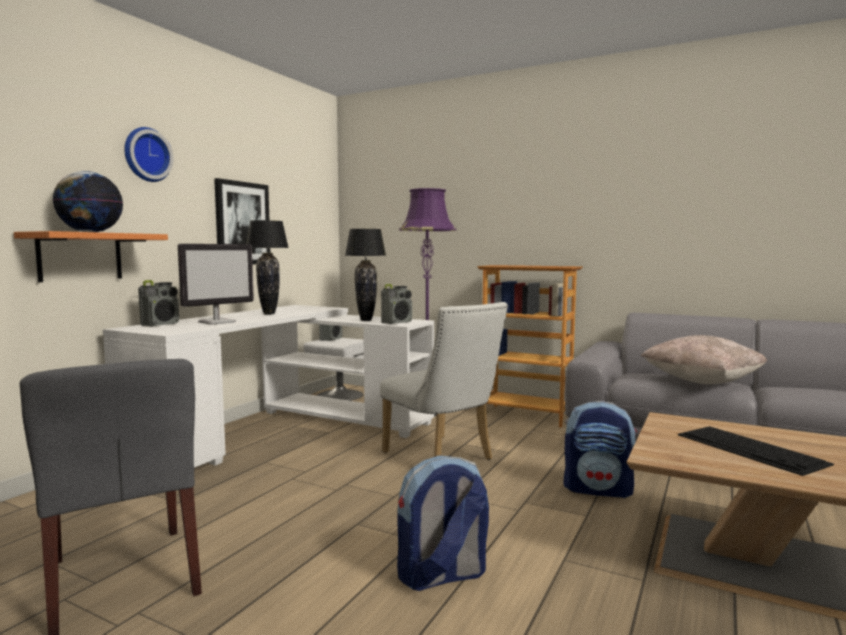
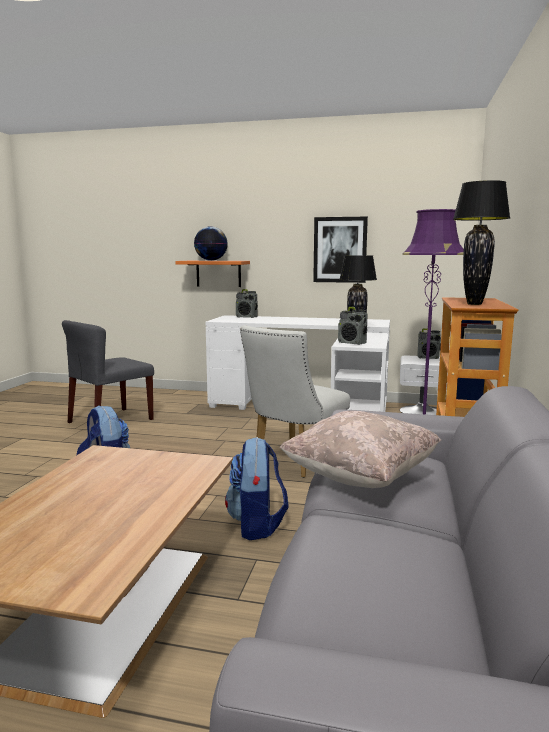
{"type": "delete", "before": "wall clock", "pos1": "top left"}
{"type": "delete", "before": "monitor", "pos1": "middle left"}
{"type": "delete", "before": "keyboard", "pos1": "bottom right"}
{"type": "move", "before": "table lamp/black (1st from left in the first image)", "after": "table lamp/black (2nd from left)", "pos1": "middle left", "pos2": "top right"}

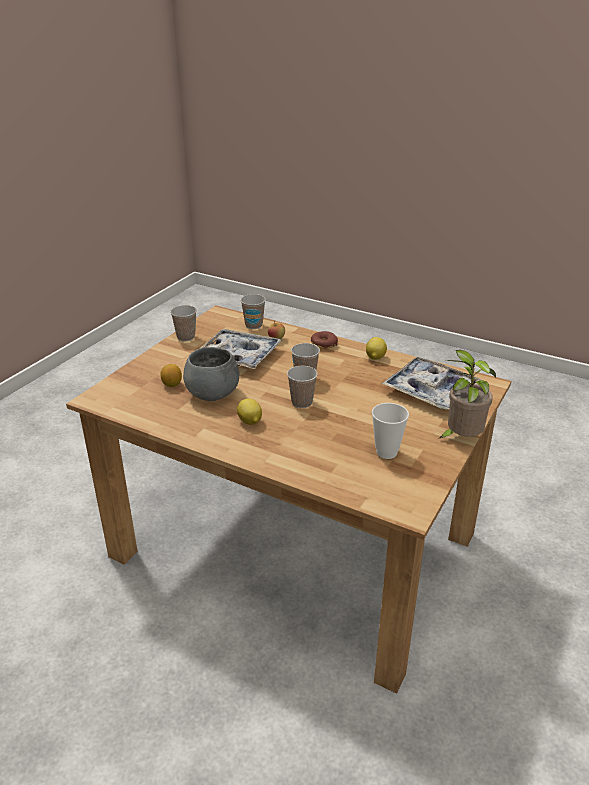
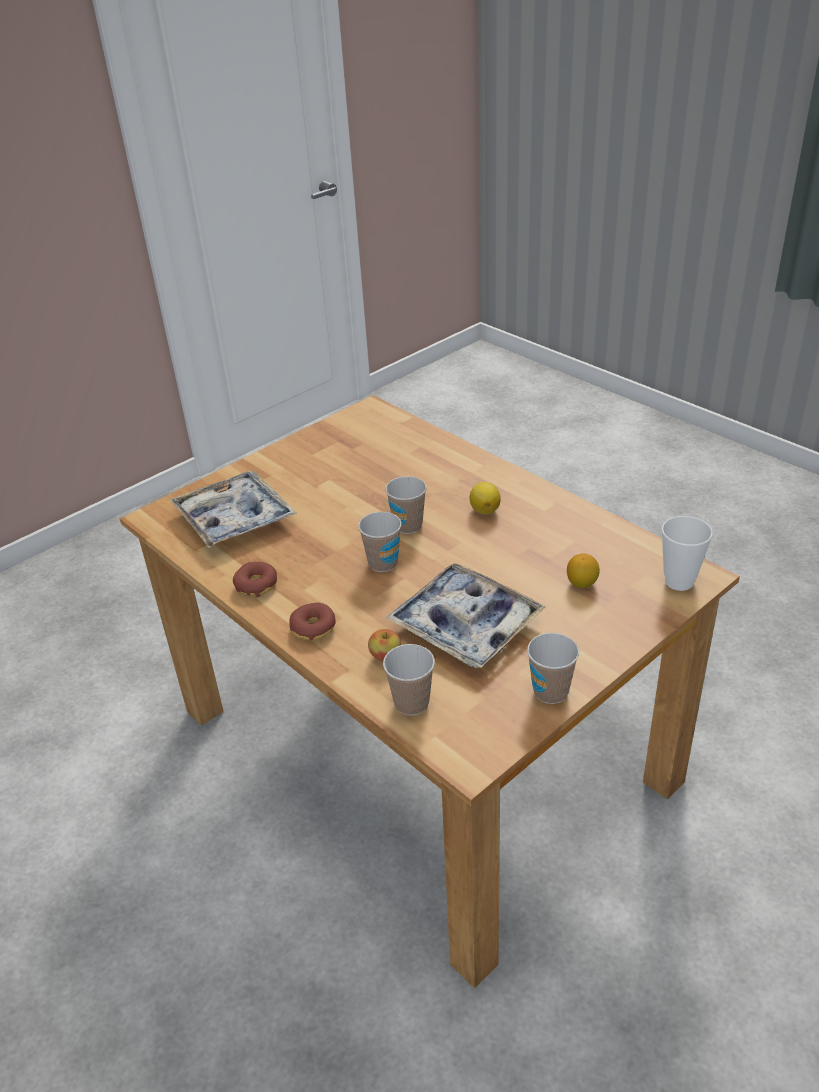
{"type": "delete", "before": "bowl/grey", "pos1": "centre"}
{"type": "delete", "before": "potted plant", "pos1": "middle right"}
{"type": "move", "before": "cup (5th from left)", "pos1": "centre", "pos2": "middle right"}
{"type": "replace", "before": "lemon (3rd from left)", "after": "donut (1st from left)", "pos1": "centre", "pos2": "middle left"}

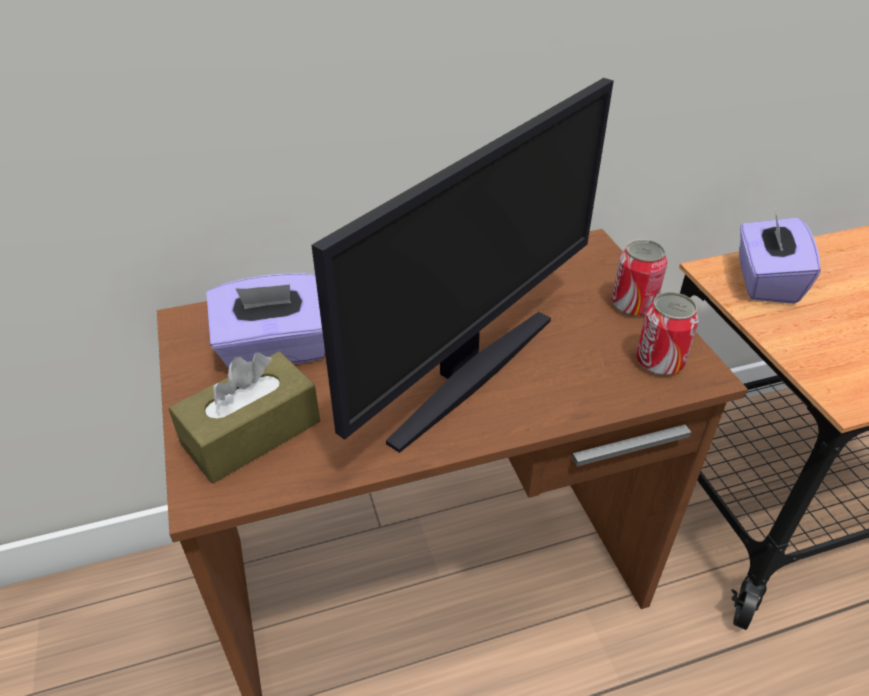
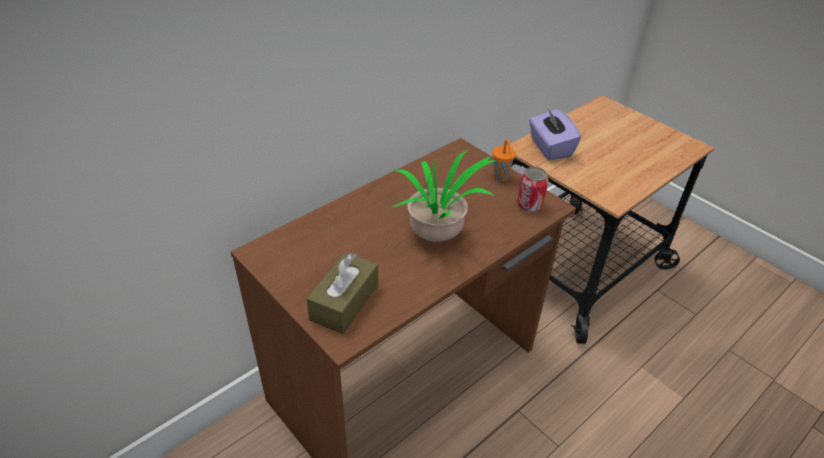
{"type": "delete", "before": "tissue box/purple (1st from left)", "pos1": "middle left"}
{"type": "replace", "before": "monitor", "after": "potted plant", "pos1": "centre", "pos2": "centre"}
{"type": "replace", "before": "can (1st from left)", "after": "cup/orange", "pos1": "middle right", "pos2": "centre"}

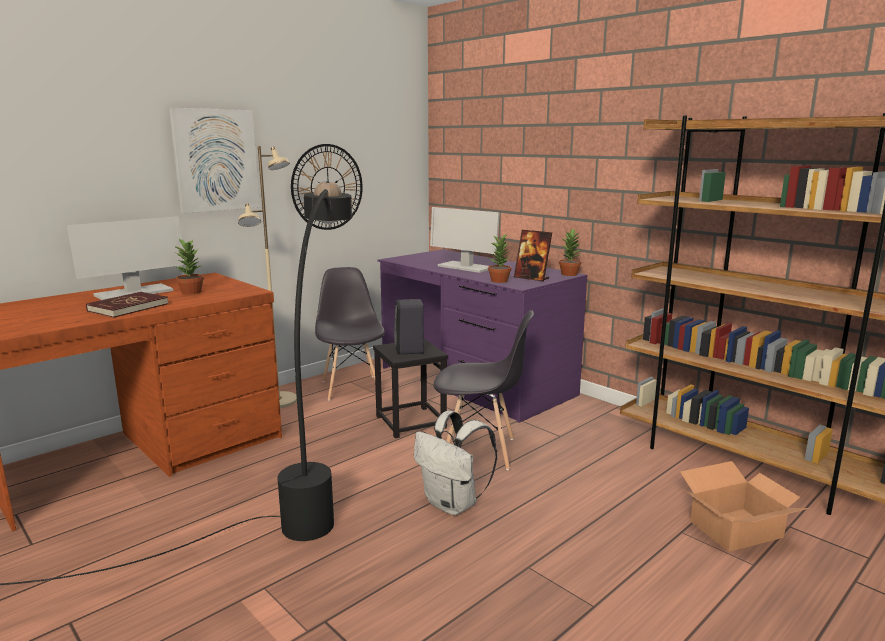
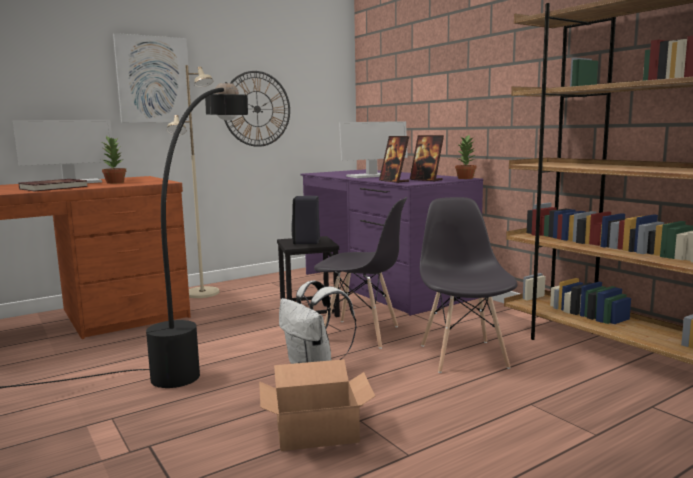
{"type": "move", "before": "chair/grey (1st from left in the first image)", "after": "chair/grey (2nd from left)", "pos1": "centre", "pos2": "middle right"}
{"type": "move", "before": "cardboard box", "pos1": "bottom right", "pos2": "bottom centre"}
{"type": "replace", "before": "potted plant (2nd from left)", "after": "picture frame (1st from left)", "pos1": "centre", "pos2": "top centre"}
{"type": "rotate", "before": "monitor (2nd from left)", "pos1": "centre", "pos2": "top centre", "turn": -75}

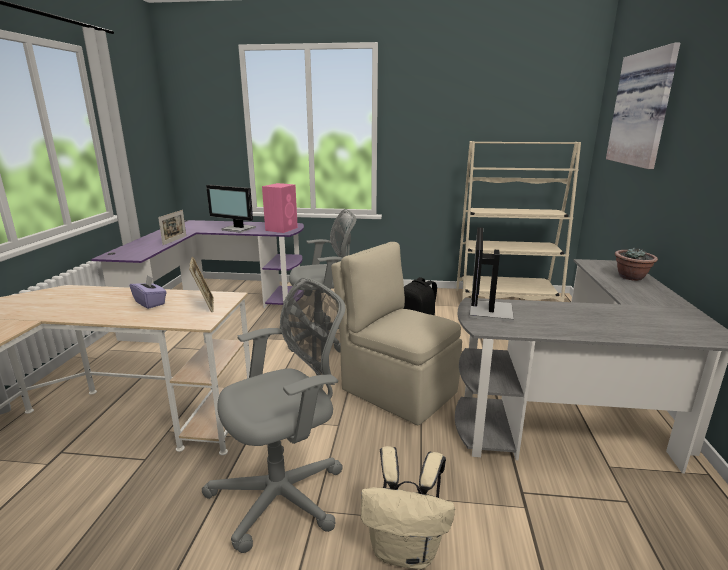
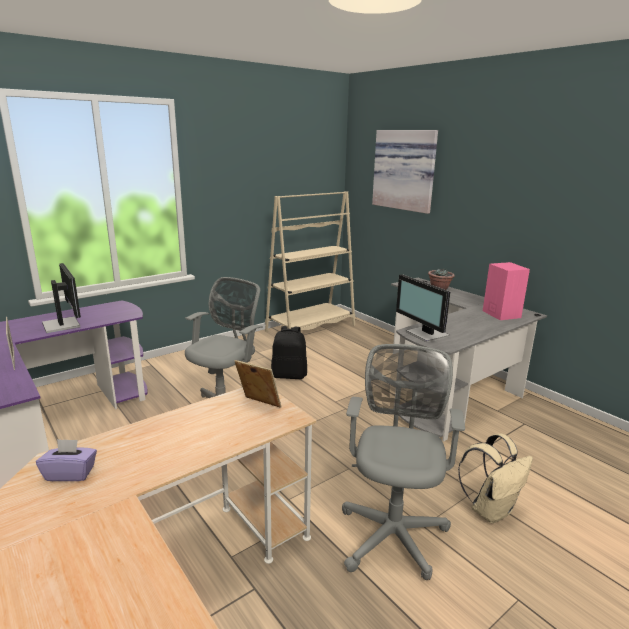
{"type": "delete", "before": "chair/beige", "pos1": "centre"}
{"type": "move", "before": "tissue box/purple", "pos1": "middle left", "pos2": "bottom left"}
{"type": "move", "before": "speaker/pink", "pos1": "centre", "pos2": "middle right"}
{"type": "rotate", "before": "monitor (1st from left)", "pos1": "middle left", "pos2": "middle left", "turn": -105}

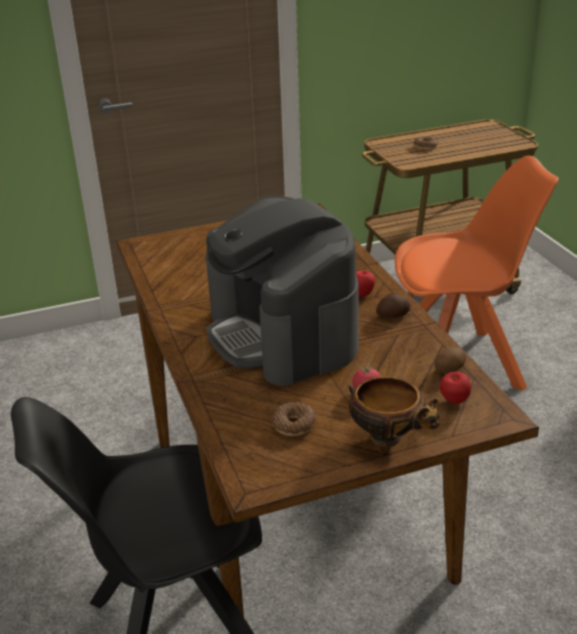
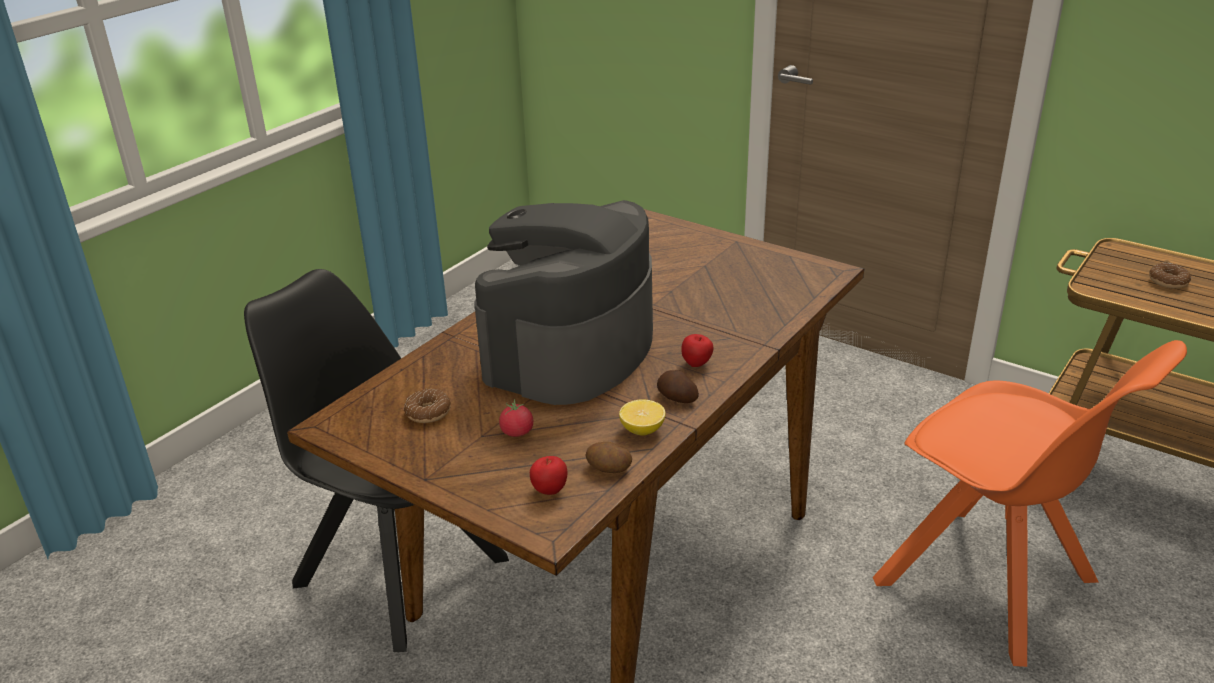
{"type": "delete", "before": "bowl", "pos1": "middle right"}
{"type": "insert", "after": "lemon", "pos2": "centre"}

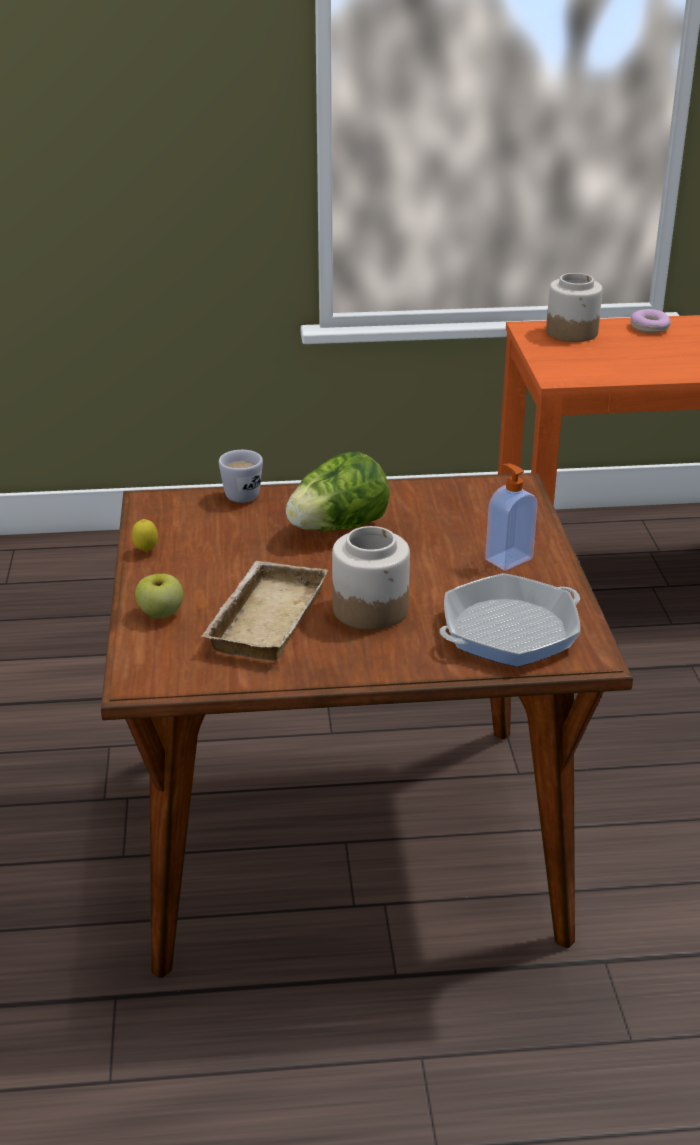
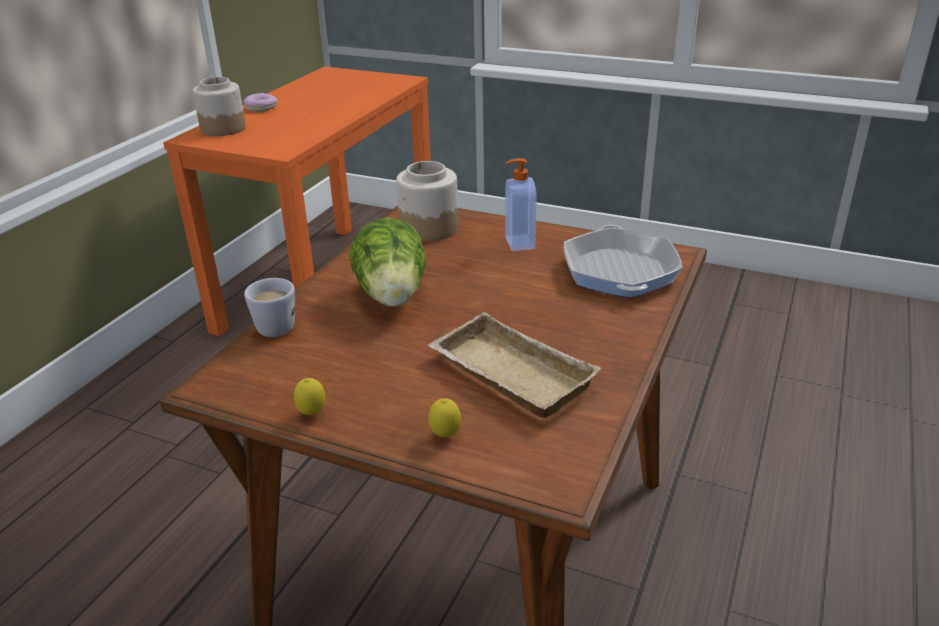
{"type": "move", "before": "jar (1st from left in the first image)", "after": "jar (2nd from left)", "pos1": "centre", "pos2": "top centre"}
{"type": "replace", "before": "apple", "after": "lemon (2nd from left)", "pos1": "middle left", "pos2": "centre"}

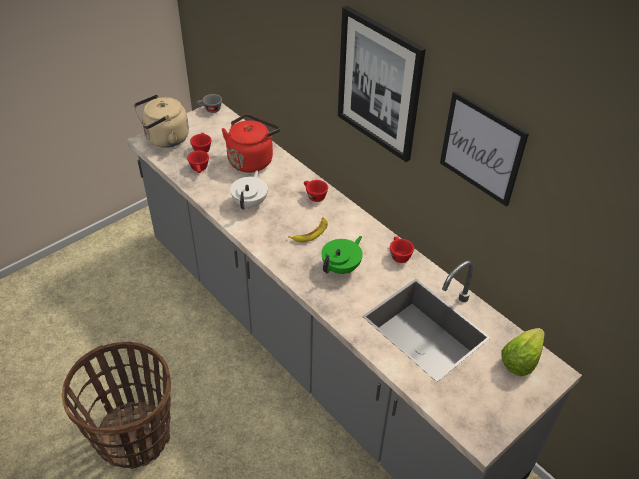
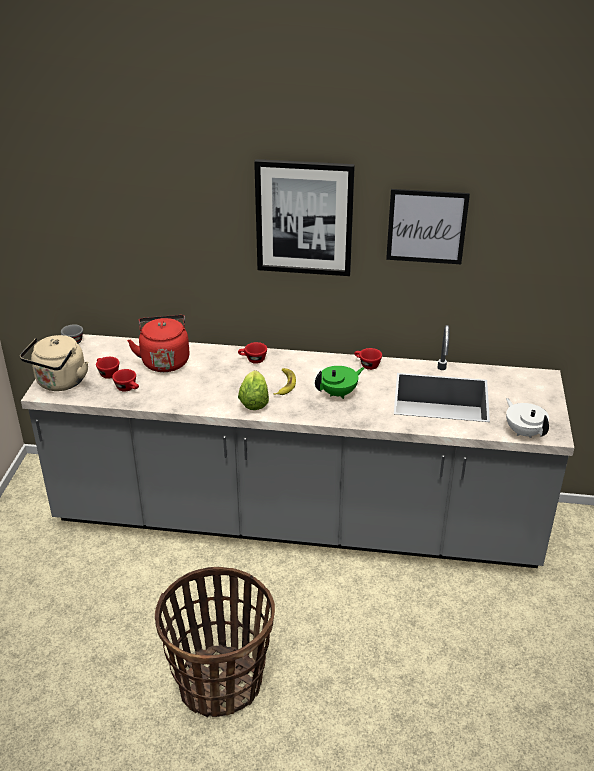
{"type": "move", "before": "teapot/white", "pos1": "centre", "pos2": "middle right"}
{"type": "move", "before": "lettuce", "pos1": "bottom right", "pos2": "centre"}
{"type": "rotate", "before": "teapot/green", "pos1": "centre", "pos2": "centre", "turn": 60}

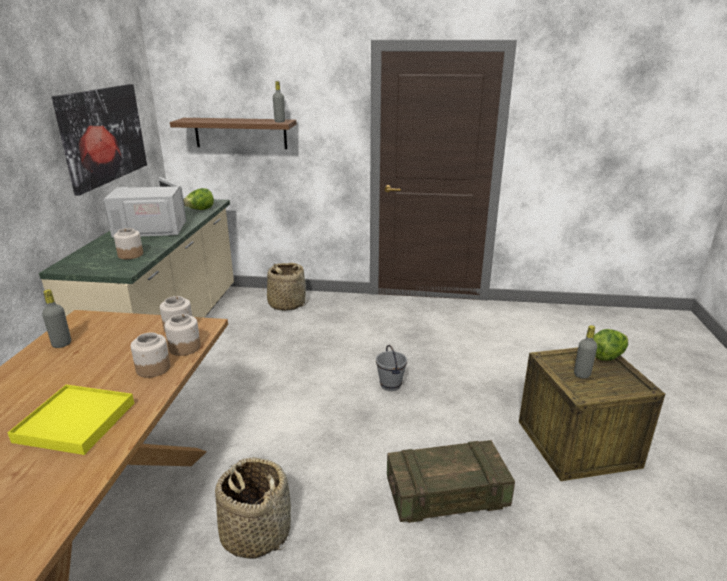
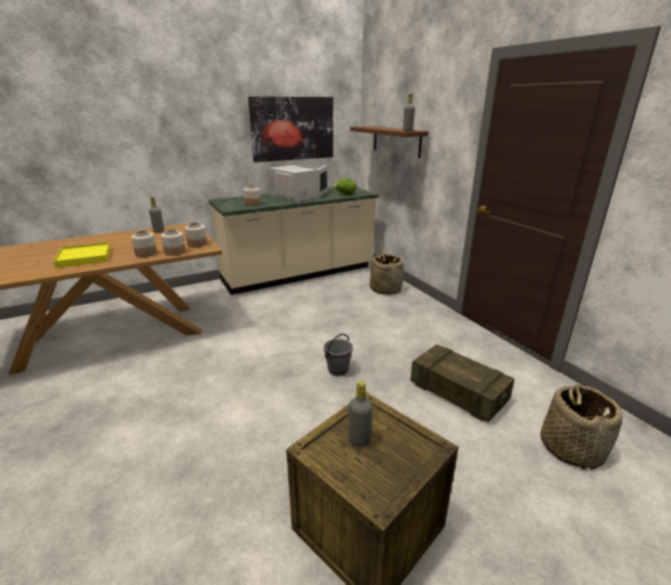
{"type": "delete", "before": "lettuce (2nd from left)", "pos1": "middle right"}
{"type": "move", "before": "basket (1st from left in the first image)", "after": "basket (2nd from left)", "pos1": "bottom centre", "pos2": "bottom right"}
{"type": "move", "before": "crate (1st from left in the first image)", "after": "crate (2nd from left)", "pos1": "bottom centre", "pos2": "middle right"}

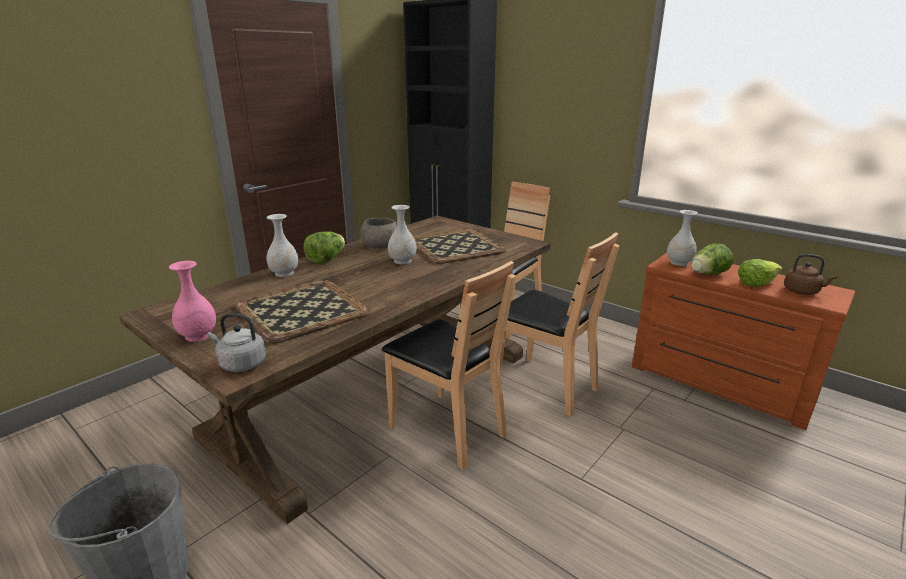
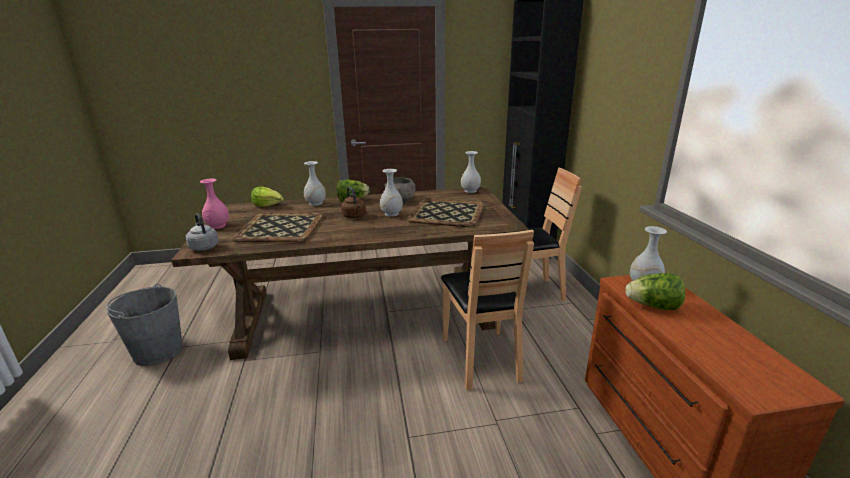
{"type": "delete", "before": "chair/brown (1st from left)", "pos1": "centre"}
{"type": "insert", "after": "vase/white (3rd from left)", "pos2": "centre"}
{"type": "move", "before": "lettuce (3rd from left in the first image)", "after": "lettuce (1st from left)", "pos1": "middle right", "pos2": "middle left"}
{"type": "move", "before": "kettle/brown", "pos1": "middle right", "pos2": "centre"}

